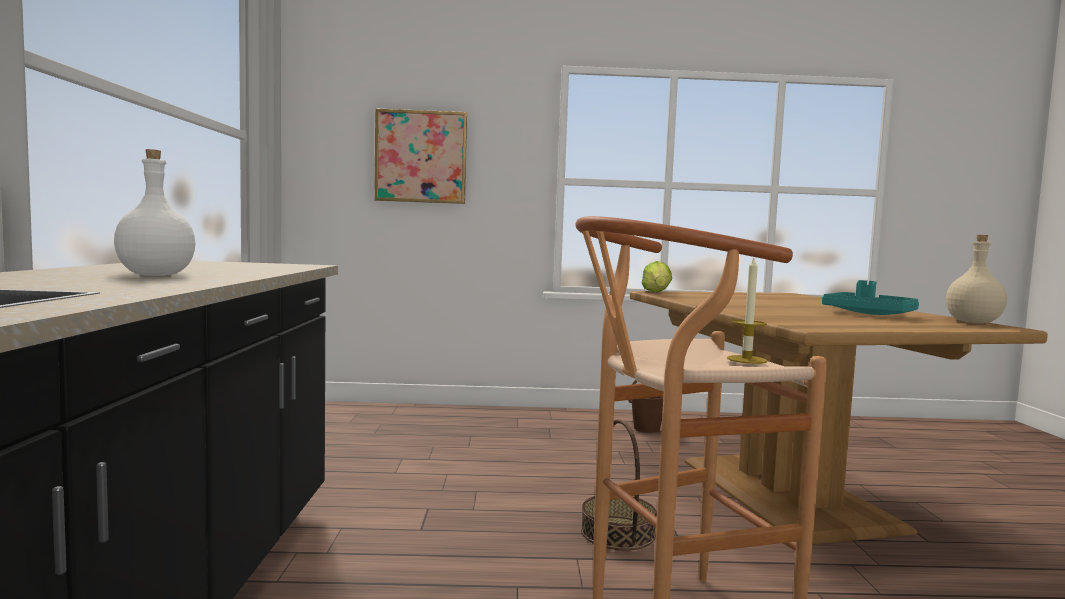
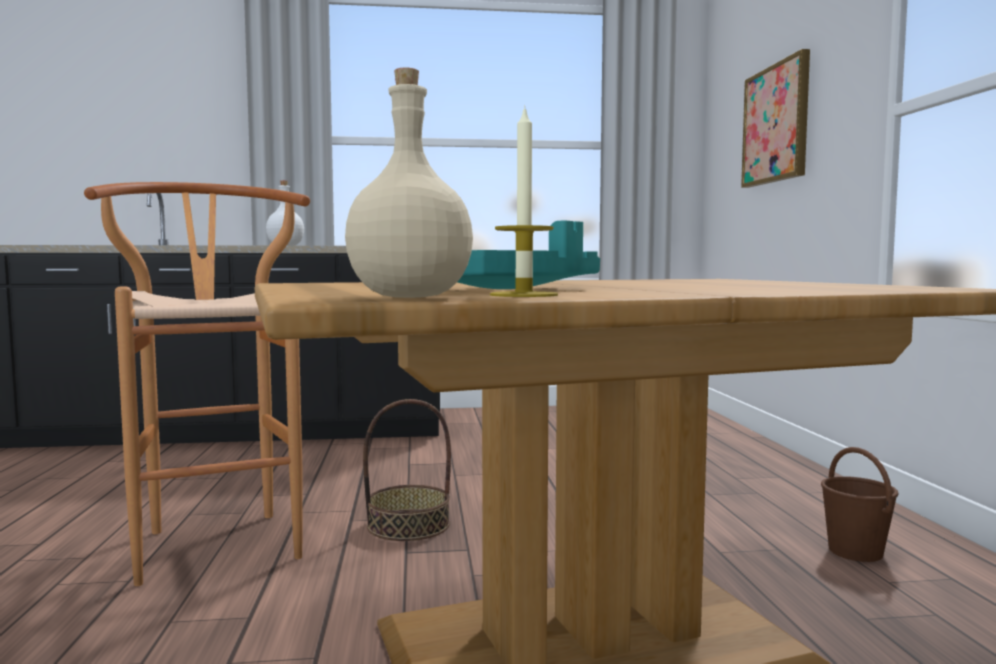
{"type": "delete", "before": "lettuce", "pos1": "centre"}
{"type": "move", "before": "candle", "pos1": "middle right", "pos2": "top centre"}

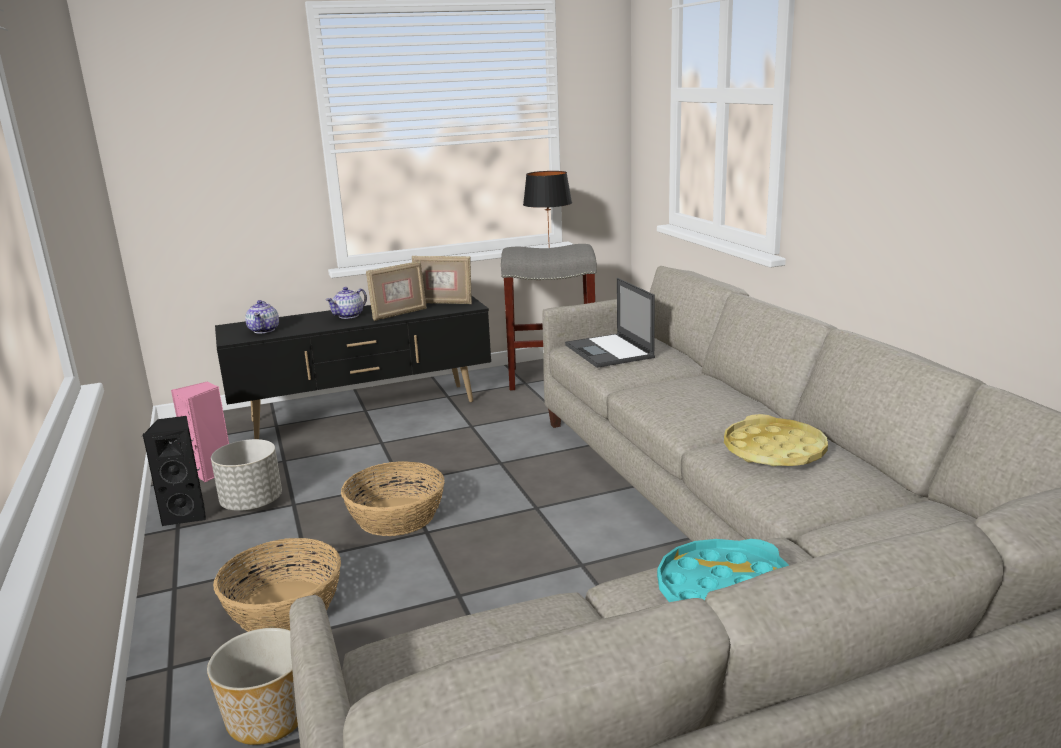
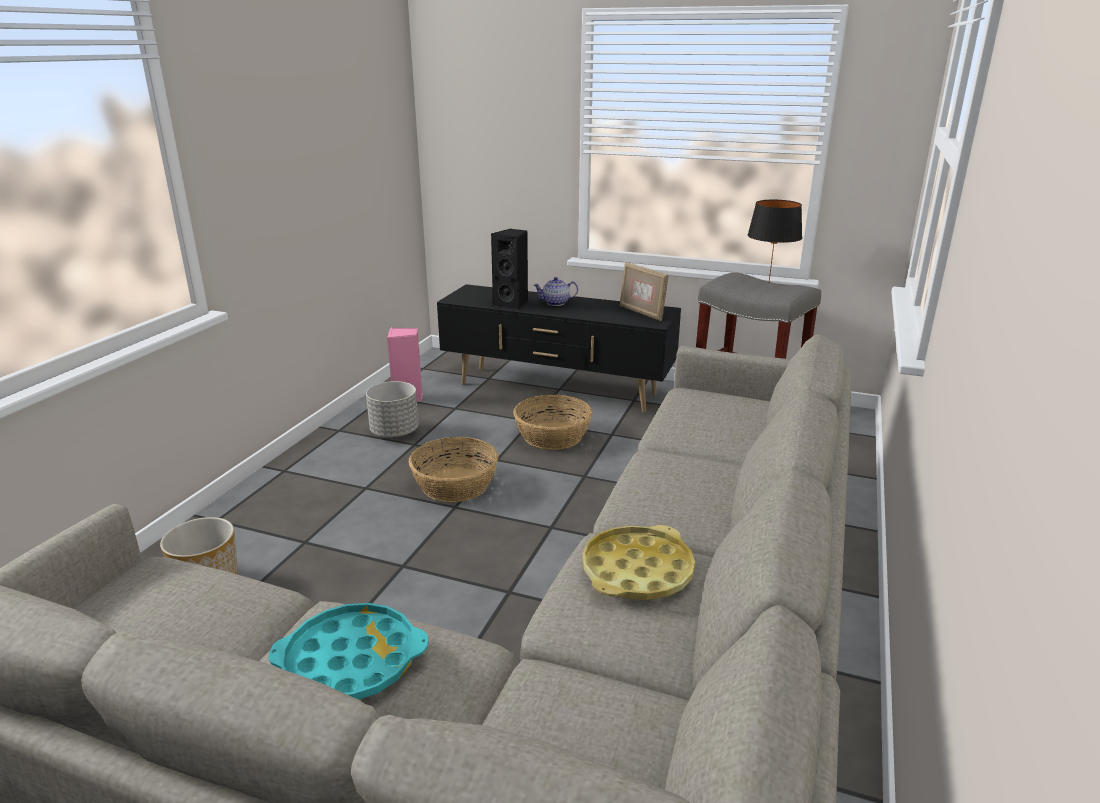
{"type": "delete", "before": "teapot (1st from left)", "pos1": "middle left"}
{"type": "delete", "before": "picture frame (1st from left)", "pos1": "centre"}
{"type": "delete", "before": "laptop", "pos1": "centre"}
{"type": "move", "before": "speaker/black", "pos1": "middle left", "pos2": "centre"}
{"type": "move", "before": "basket (1st from left in the first image)", "after": "basket (2nd from left)", "pos1": "bottom left", "pos2": "centre"}

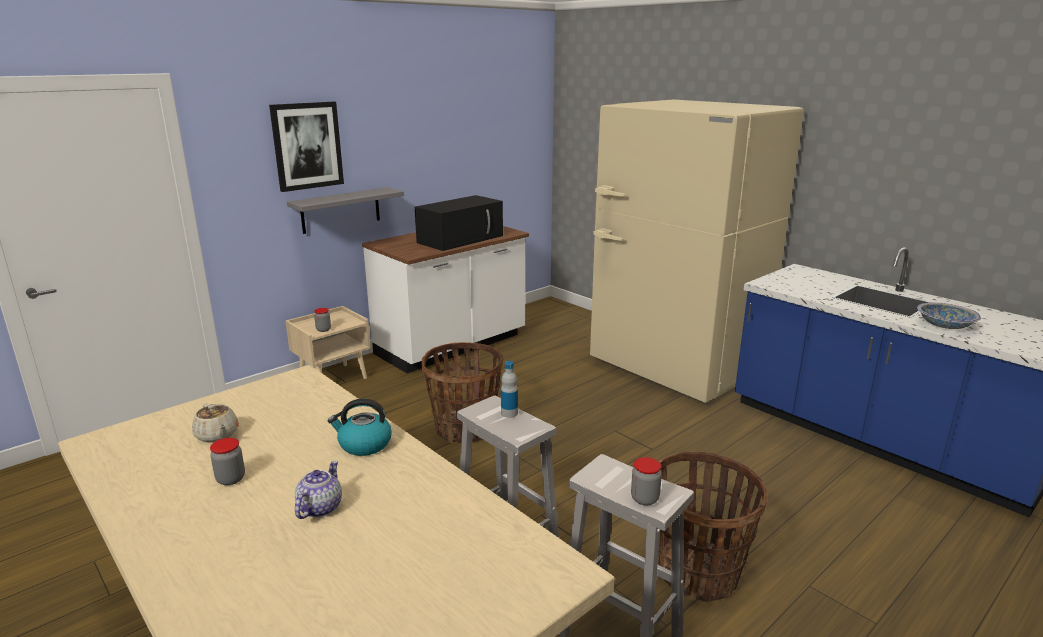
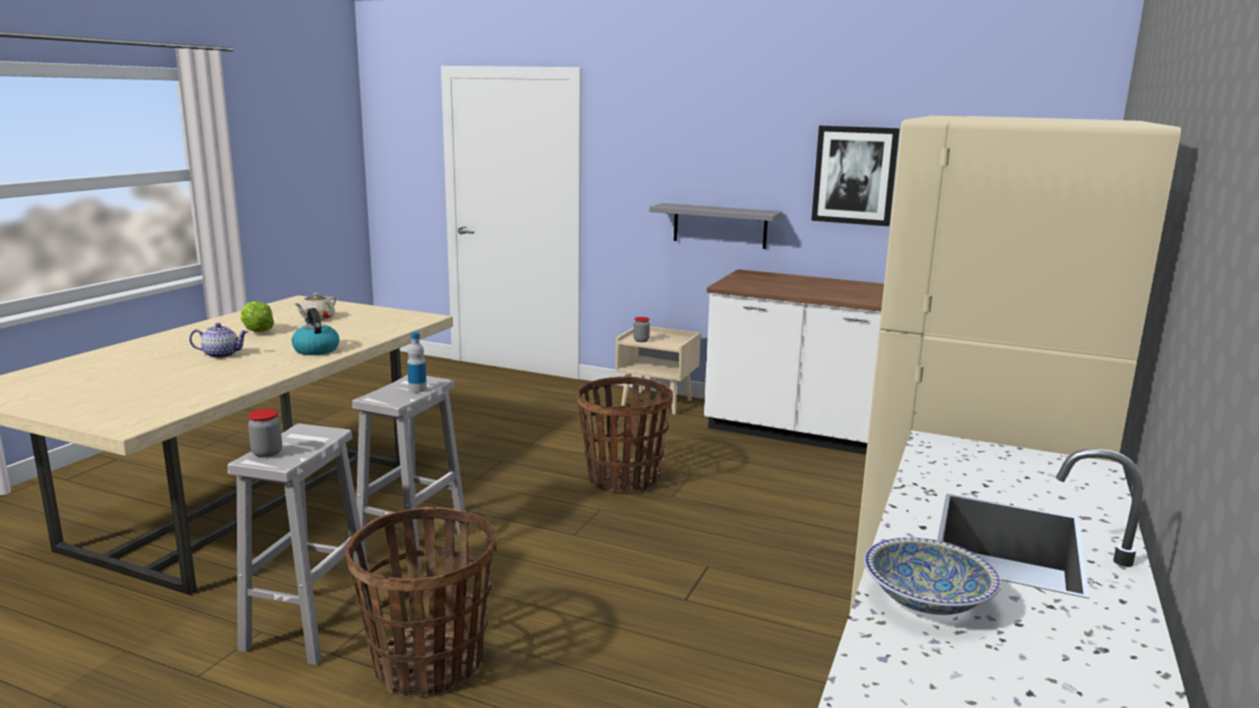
{"type": "delete", "before": "microwave/black", "pos1": "centre"}
{"type": "move", "before": "picture", "pos1": "top left", "pos2": "top right"}
{"type": "replace", "before": "jar (1st from left)", "after": "lettuce", "pos1": "bottom left", "pos2": "middle left"}

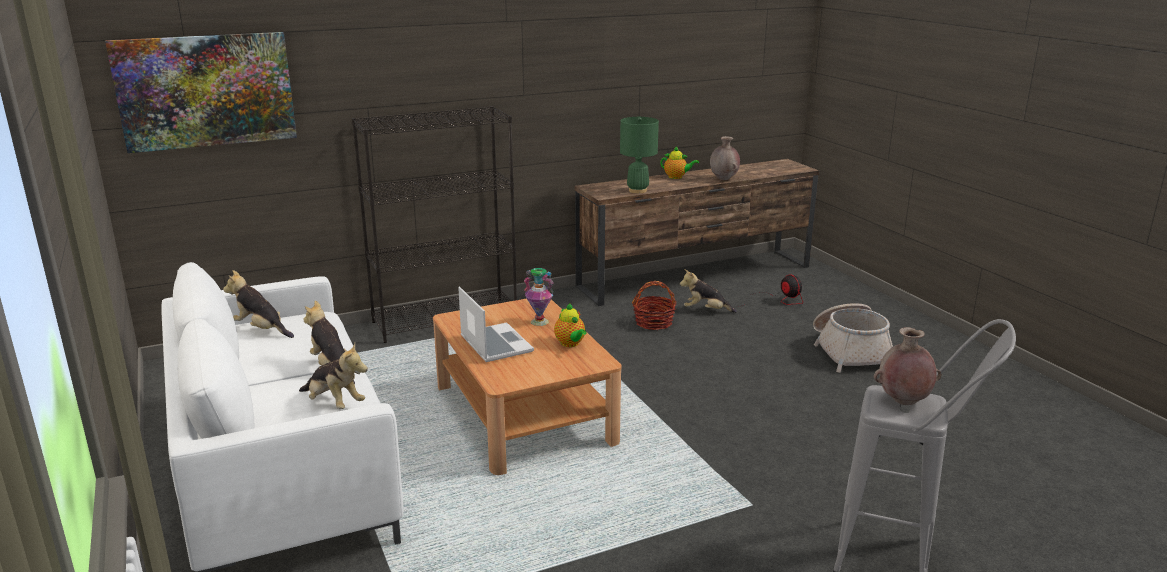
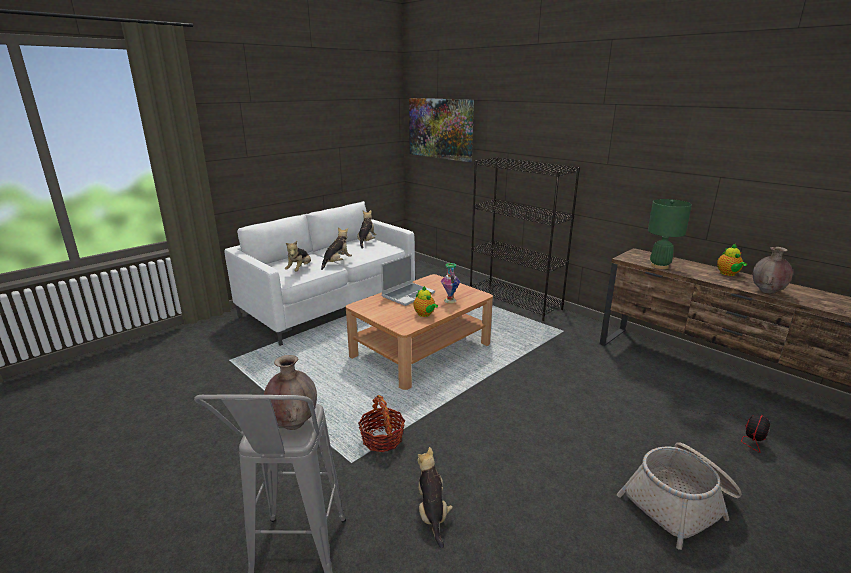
{"type": "move", "before": "basket (1st from left)", "pos1": "centre", "pos2": "bottom centre"}
{"type": "move", "before": "plush toy (4th from left)", "pos1": "centre", "pos2": "bottom centre"}
{"type": "rotate", "before": "teapot (1st from left)", "pos1": "centre", "pos2": "centre", "turn": -75}

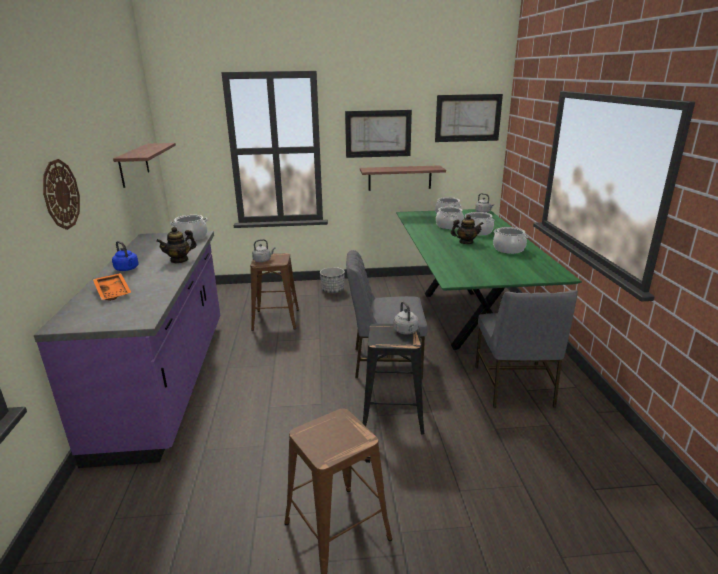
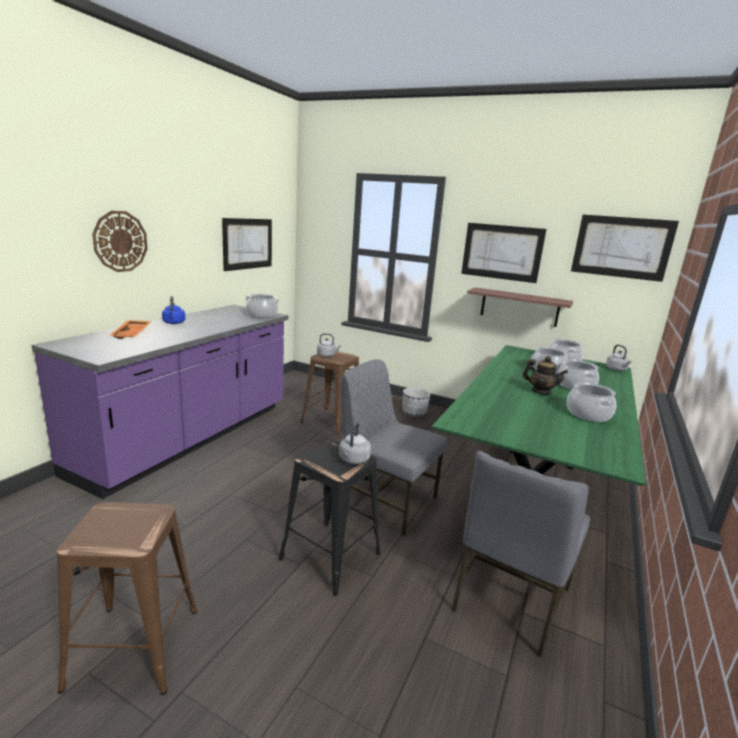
{"type": "delete", "before": "teapot (1st from left)", "pos1": "middle left"}
{"type": "replace", "before": "shelf (1st from left)", "after": "picture (1st from left)", "pos1": "top left", "pos2": "top centre"}

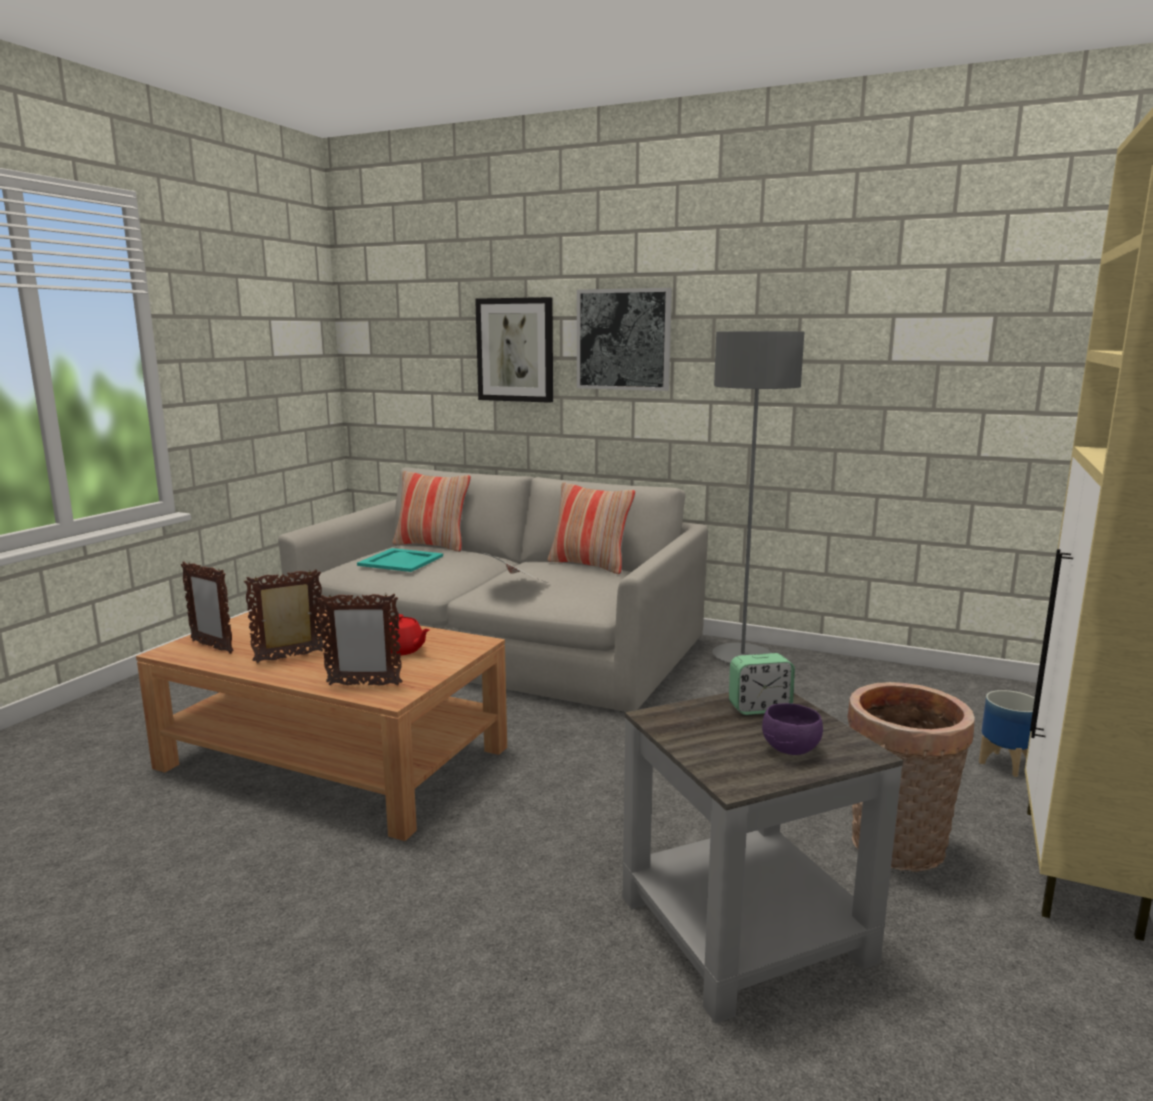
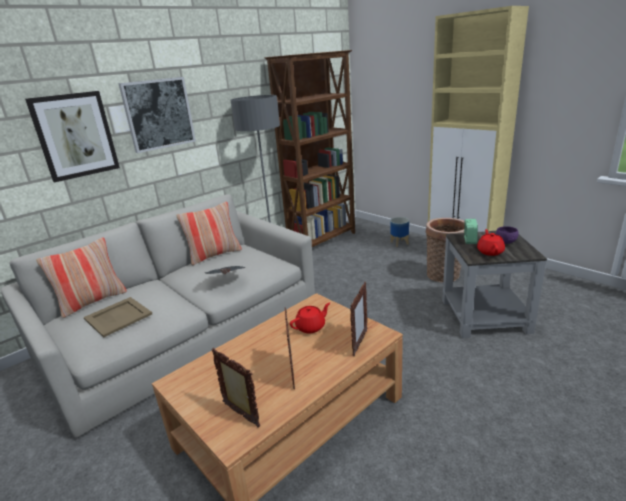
{"type": "insert", "after": "bookcase/brown", "pos2": "top centre"}
{"type": "insert", "after": "teapot/red (2nd from left)", "pos2": "middle right"}
{"type": "recolor", "before": "tray/turquoise", "after": "tray/beige", "pos1": "centre", "pos2": "middle left"}
{"type": "rotate", "before": "picture frame (1st from left)", "pos1": "middle left", "pos2": "bottom centre", "turn": -105}

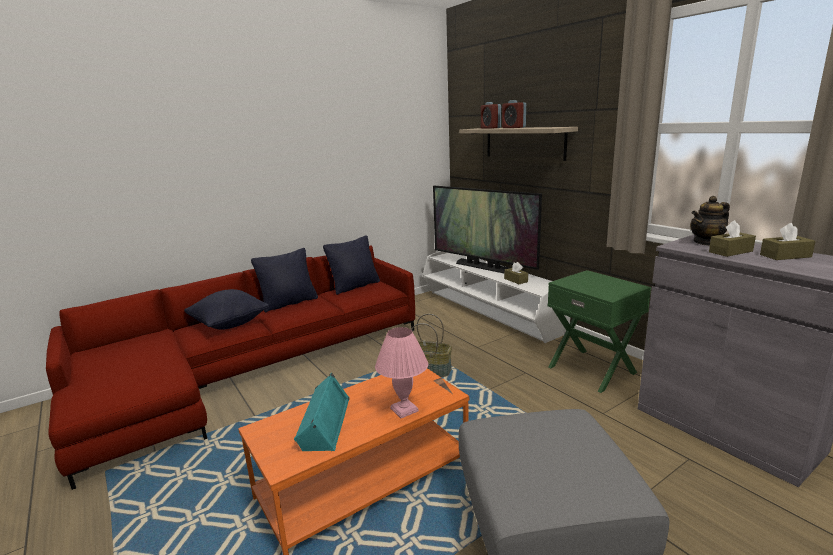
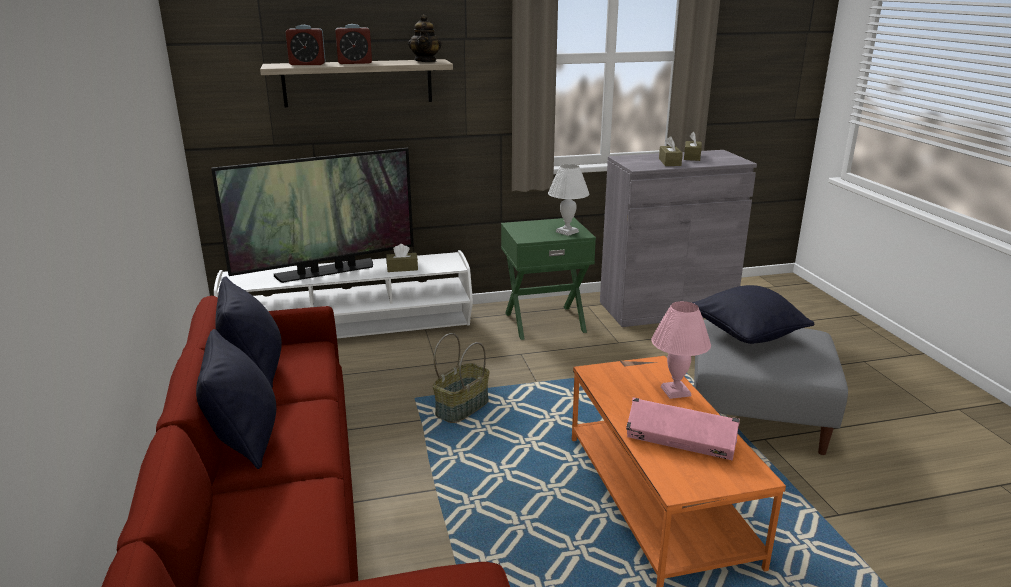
{"type": "insert", "after": "table lamp/white", "pos2": "centre"}
{"type": "move", "before": "pillow/black (1st from left in the first image)", "after": "pillow/black (3rd from left)", "pos1": "middle left", "pos2": "middle right"}
{"type": "move", "before": "teapot", "pos1": "middle right", "pos2": "top centre"}
{"type": "recolor", "before": "speaker/turquoise", "after": "speaker/pink", "pos1": "bottom centre", "pos2": "bottom right"}

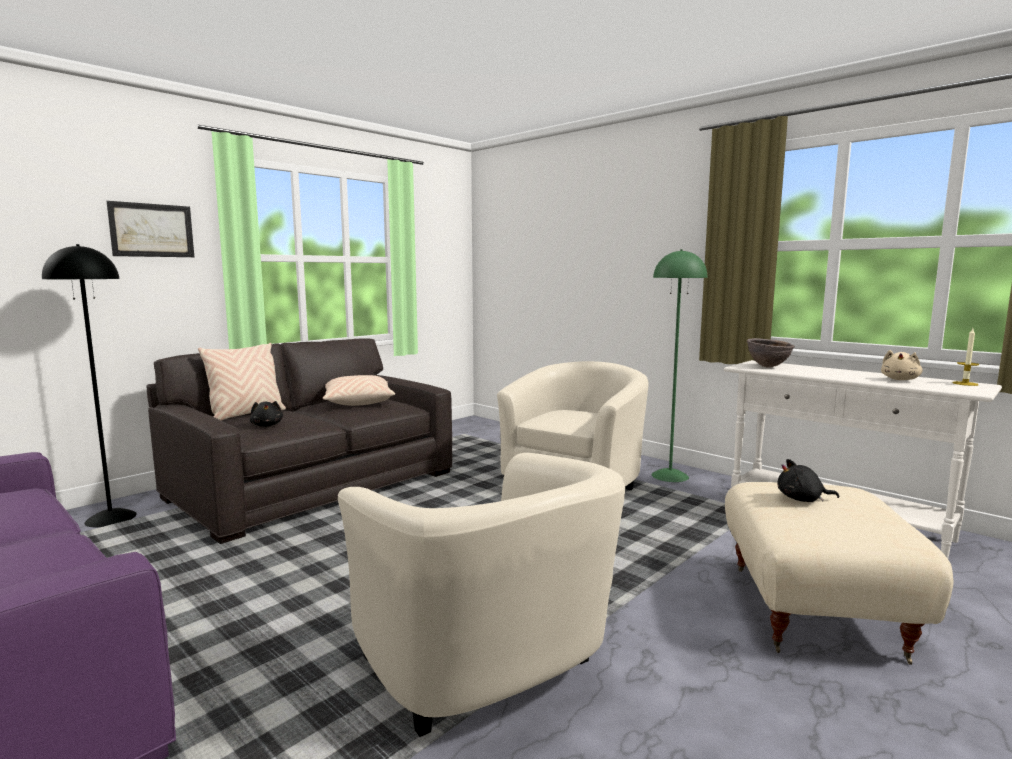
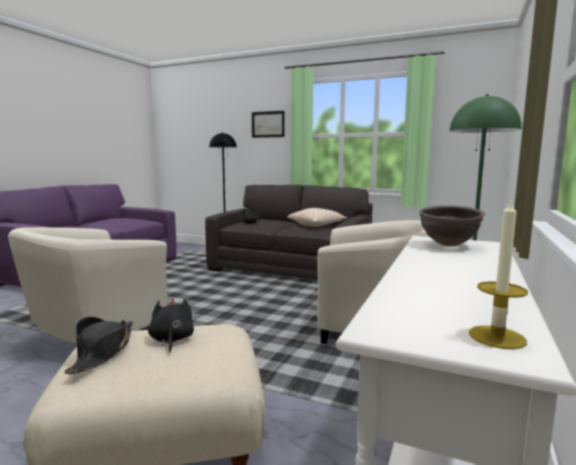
{"type": "delete", "before": "pillow/beige (1st from left)", "pos1": "middle left"}
{"type": "delete", "before": "plush toy/beige", "pos1": "middle right"}
{"type": "insert", "after": "hat/black", "pos2": "bottom left"}

